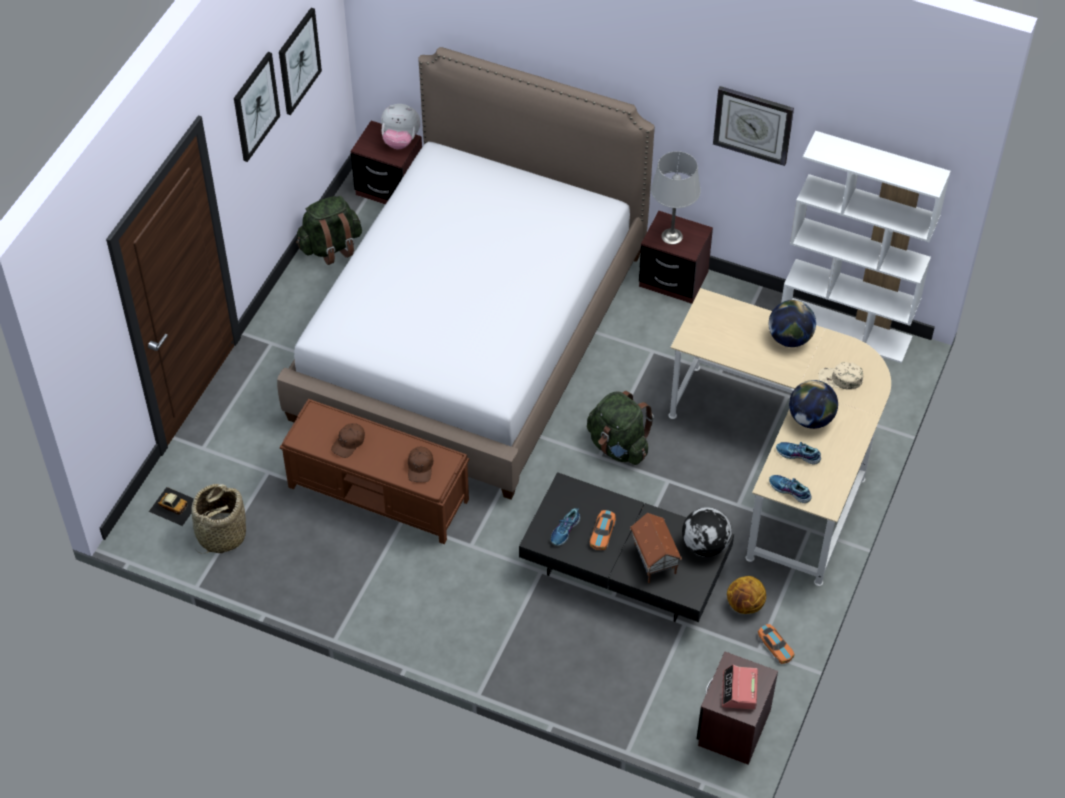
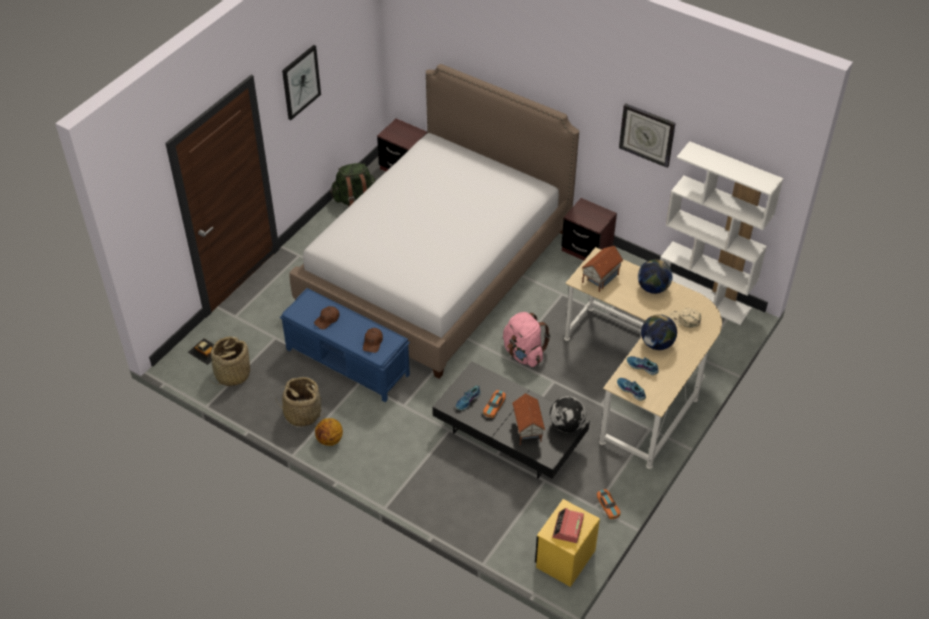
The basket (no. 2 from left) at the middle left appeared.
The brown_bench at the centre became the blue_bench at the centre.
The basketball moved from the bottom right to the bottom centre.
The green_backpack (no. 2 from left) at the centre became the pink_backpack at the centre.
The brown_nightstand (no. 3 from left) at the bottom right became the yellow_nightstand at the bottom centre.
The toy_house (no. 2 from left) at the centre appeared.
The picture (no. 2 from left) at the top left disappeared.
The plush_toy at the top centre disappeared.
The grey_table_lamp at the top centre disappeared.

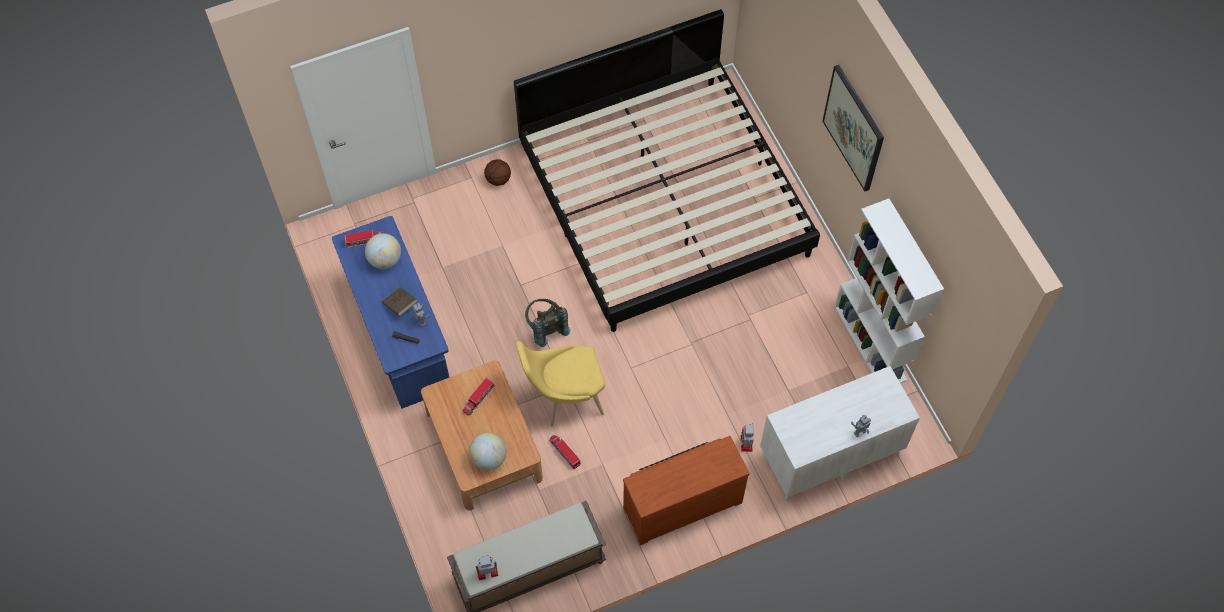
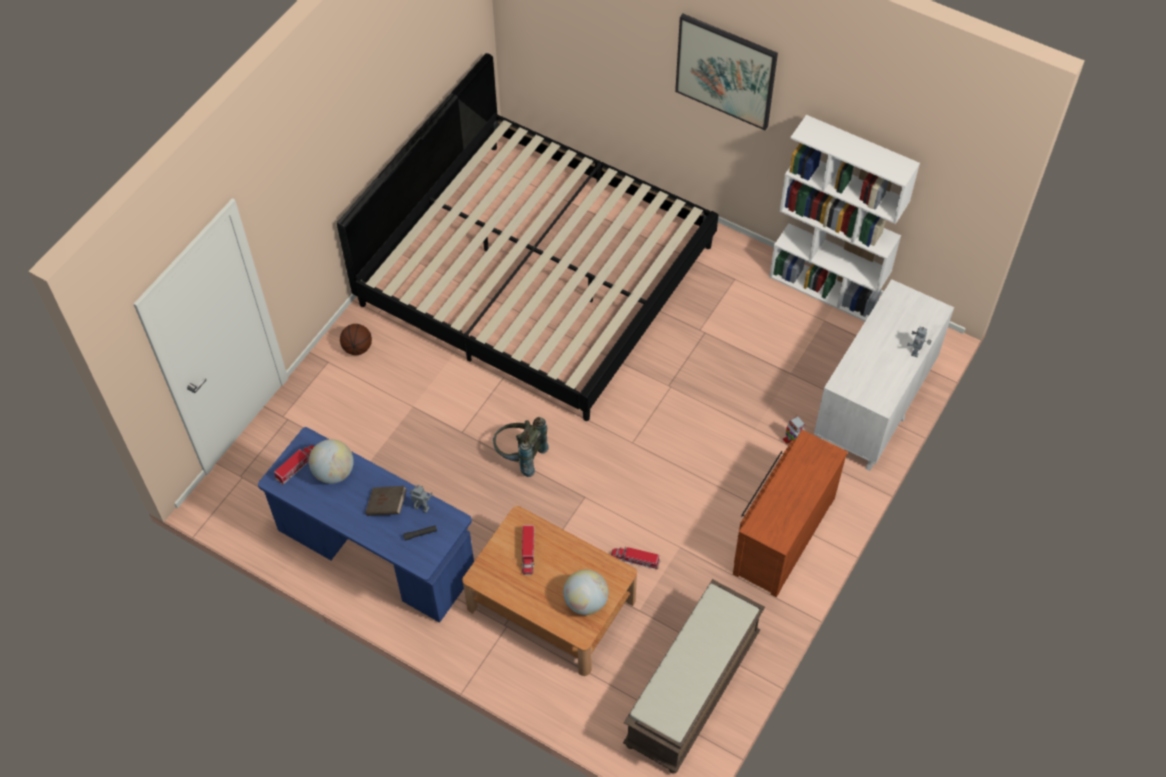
The toy_robot (no. 2 from left) at the bottom centre disappeared.
The yellow_chair at the centre disappeared.

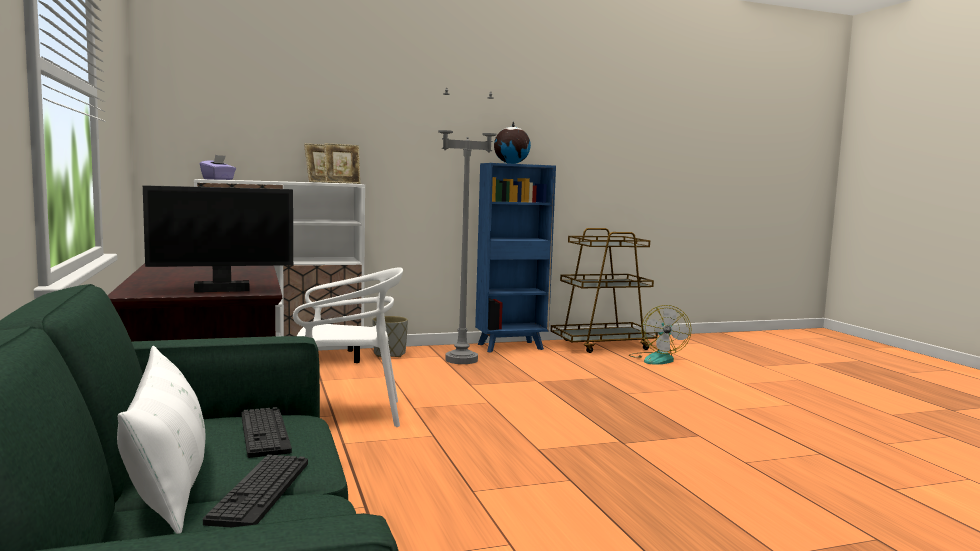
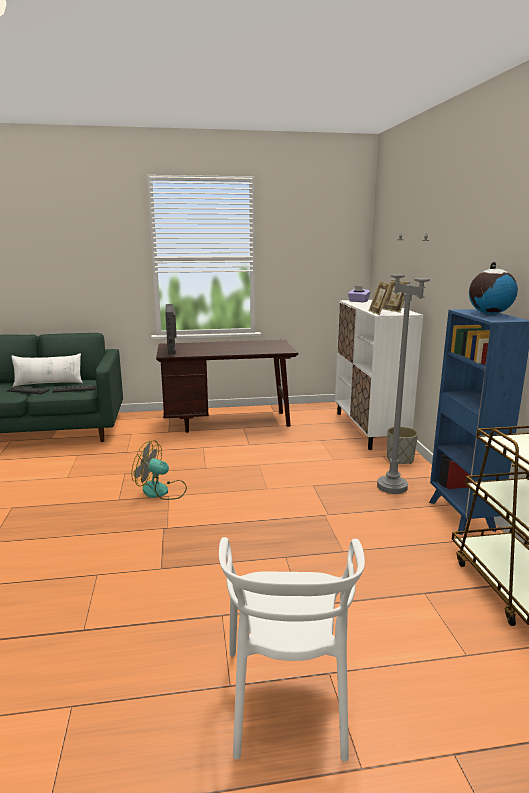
The fan moved from the middle right to the middle left.
The white_chair moved from the centre to the bottom centre.

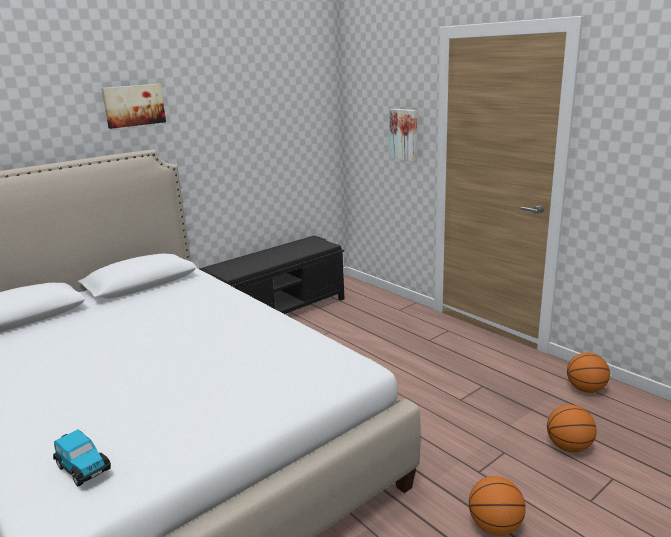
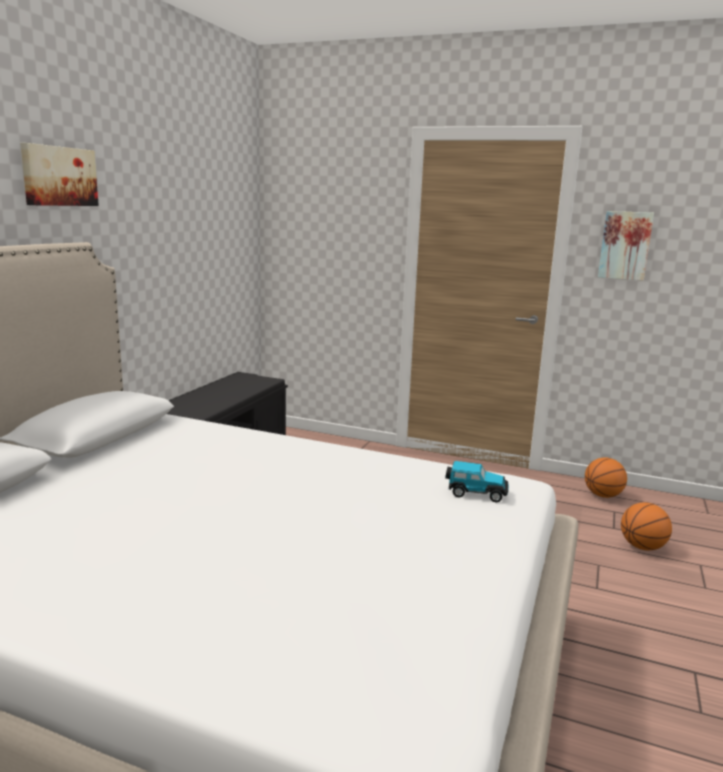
The toy_car moved from the bottom left to the centre.
The picture (no. 2 from left) moved from the top centre to the top right.
The basketball (no. 1 from left) at the bottom right disappeared.

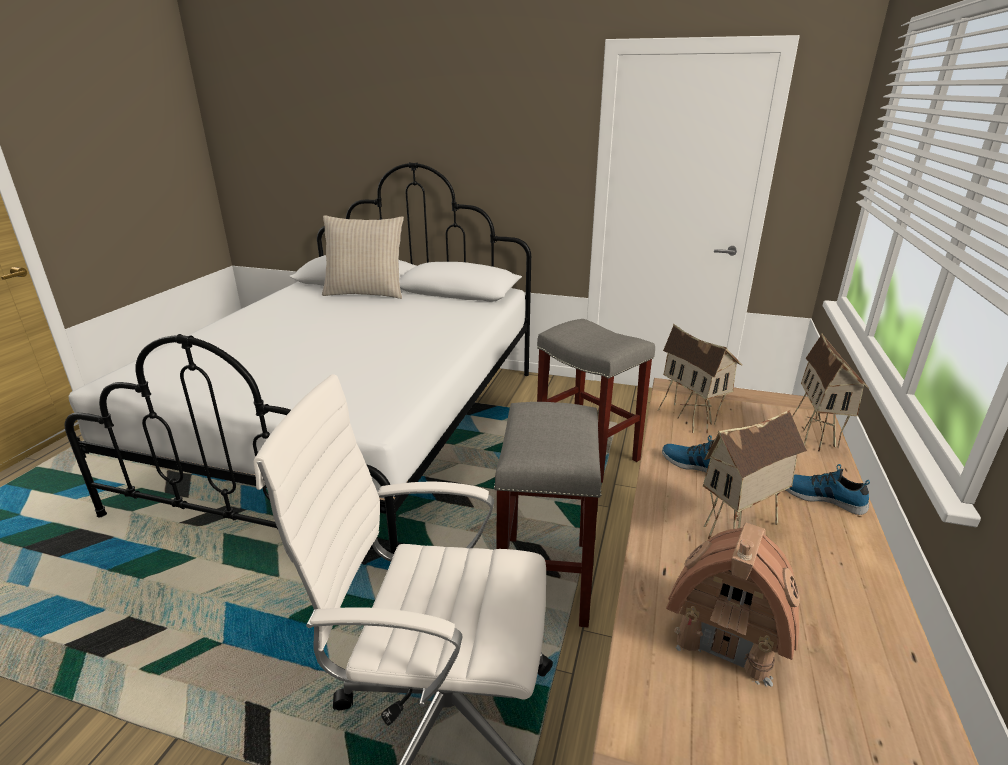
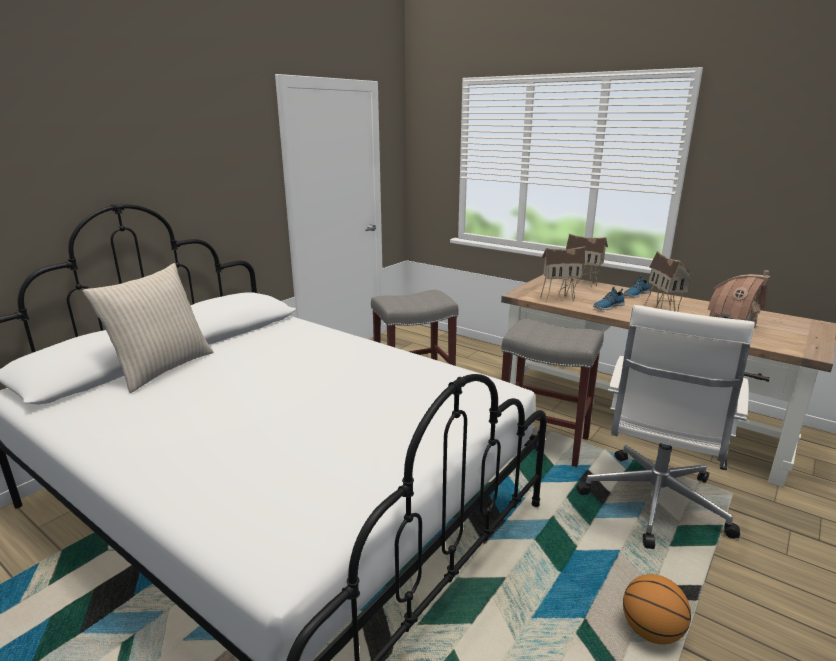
The basketball at the bottom right appeared.

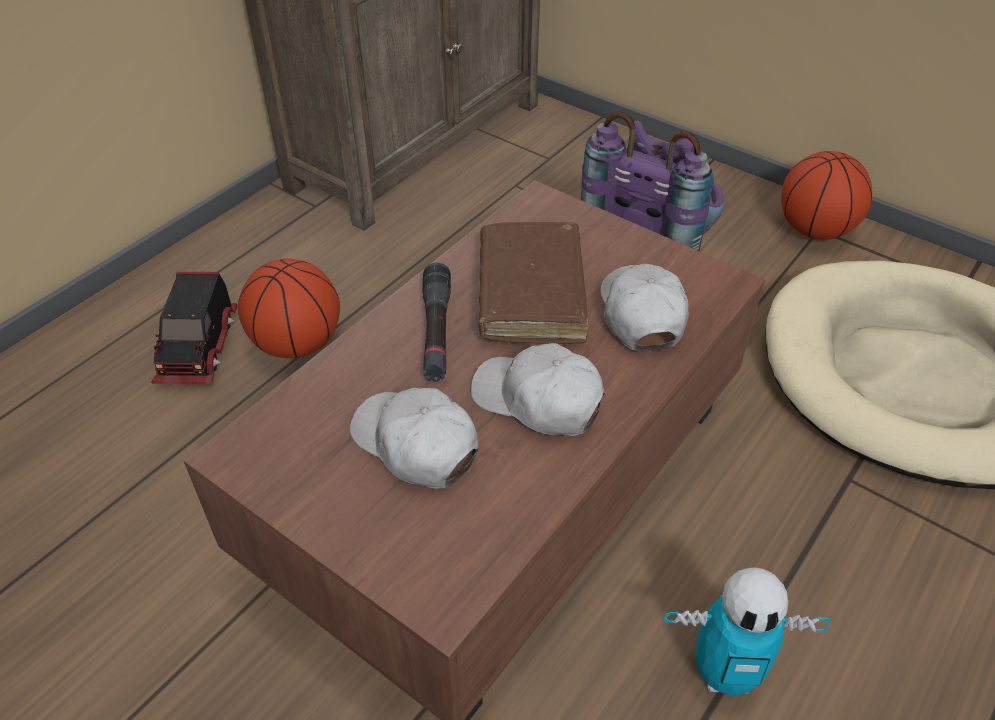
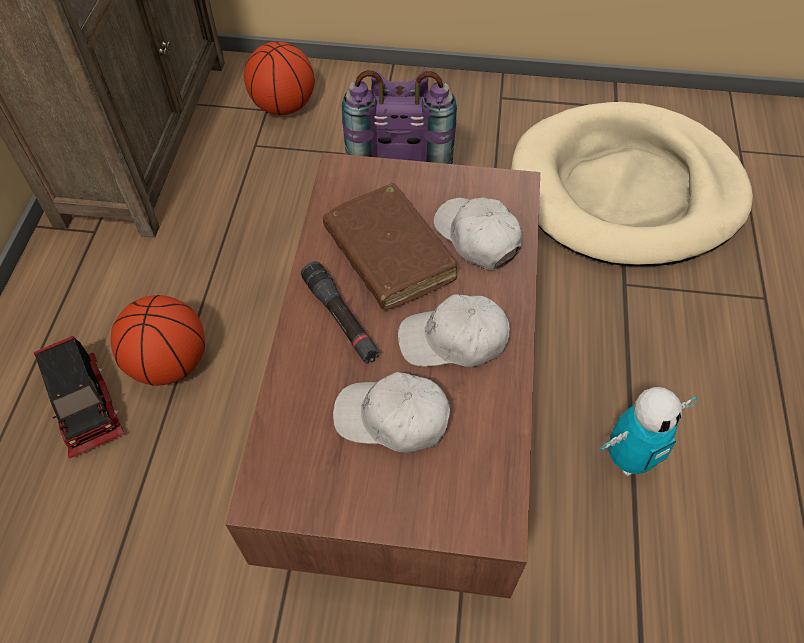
The basketball (no. 2 from left) moved from the top right to the top centre.

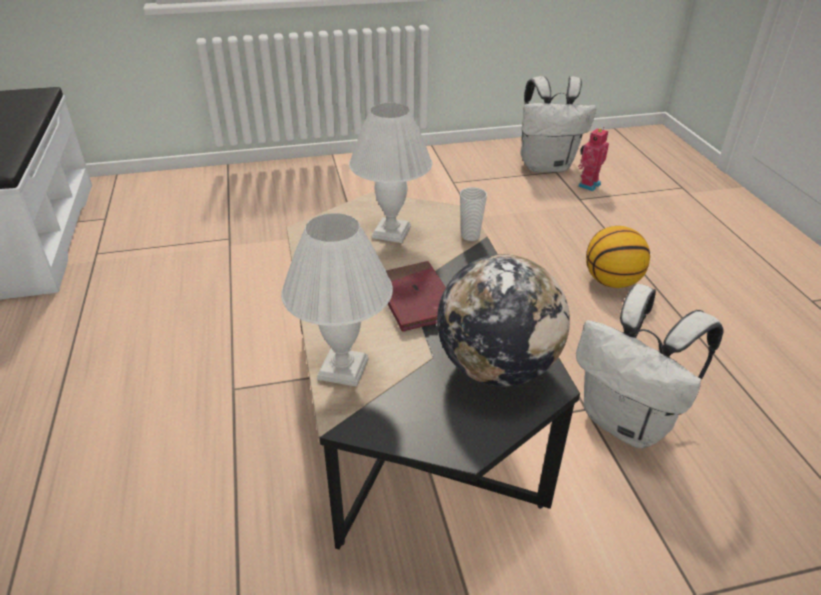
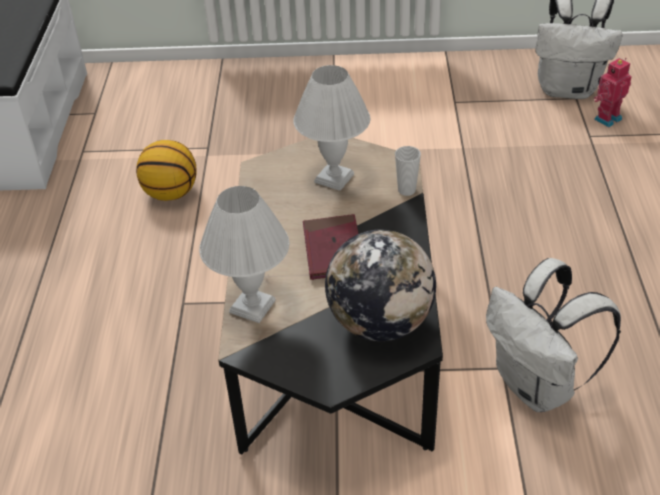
The basketball moved from the middle right to the middle left.

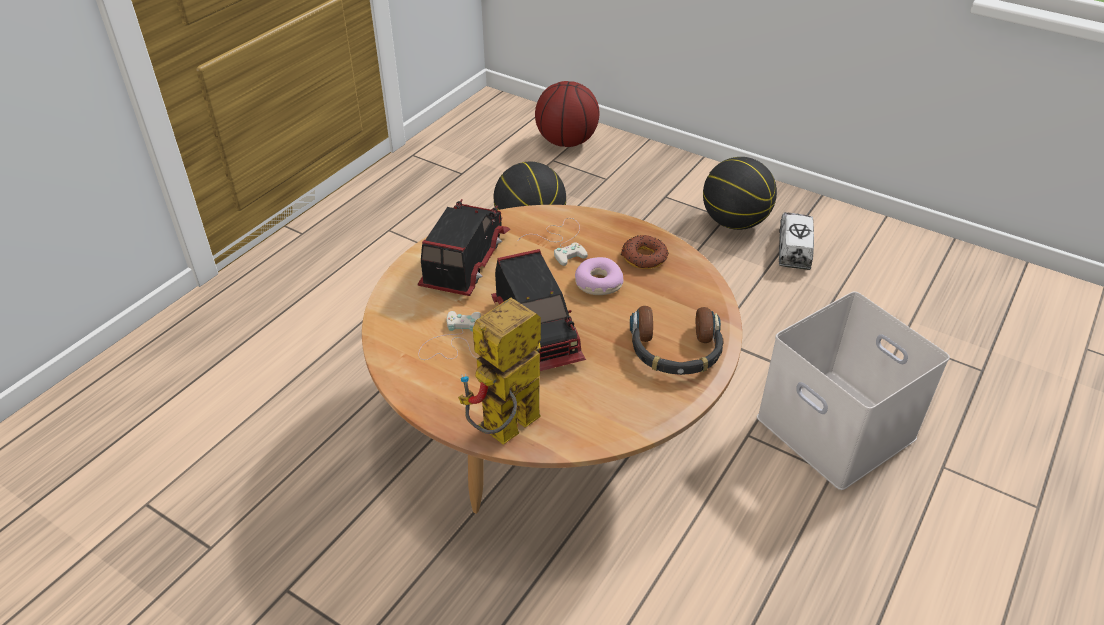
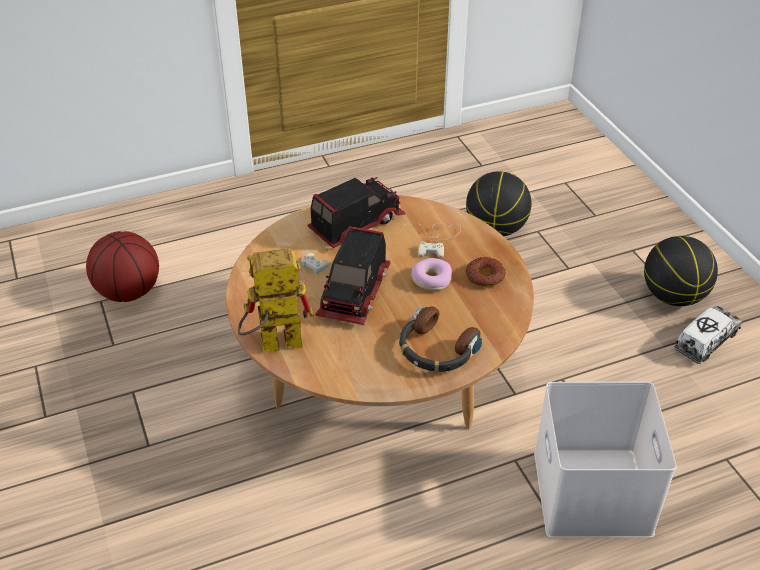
The basketball (no. 2 from left in the first image) moved from the top centre to the middle left.

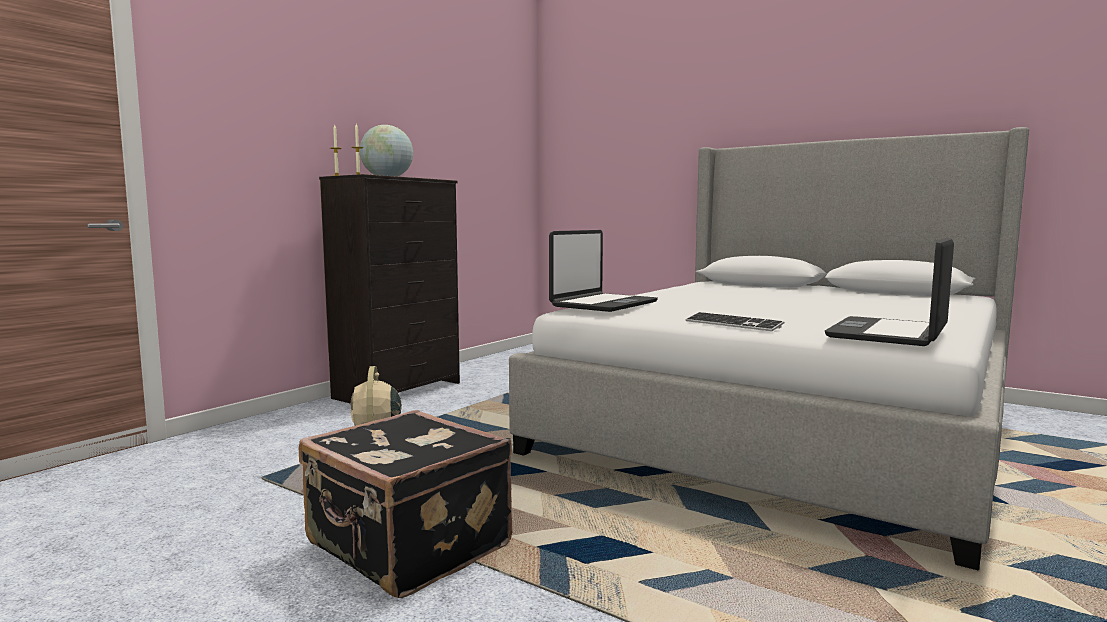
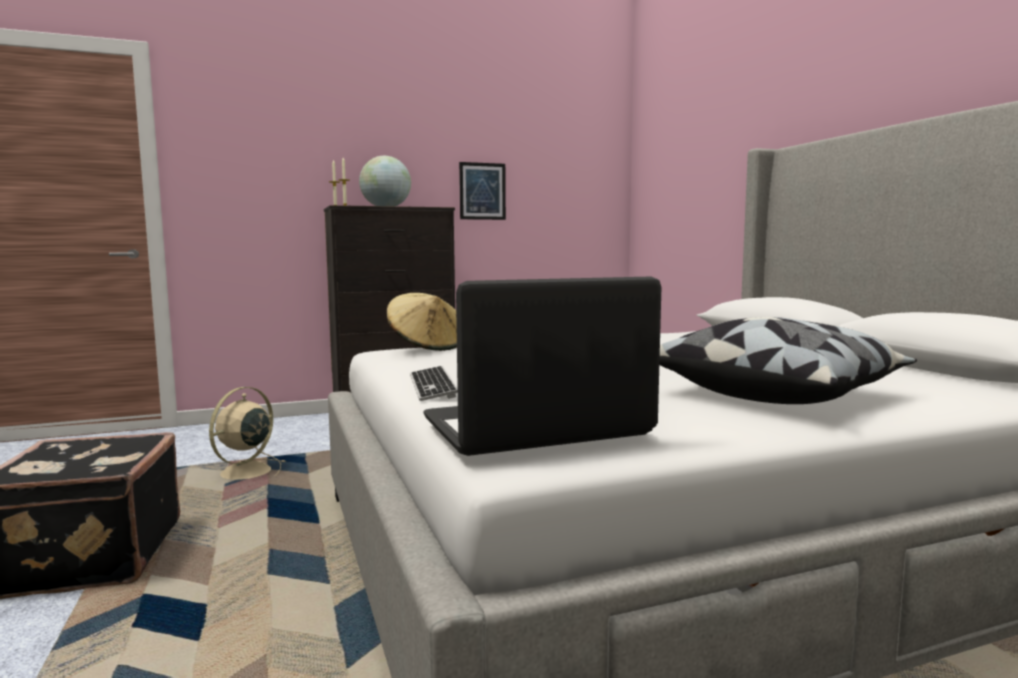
The laptop (no. 1 from left) at the centre was replaced by the beige_hat at the centre.
The picture at the top centre appeared.
The pillow at the middle right appeared.

